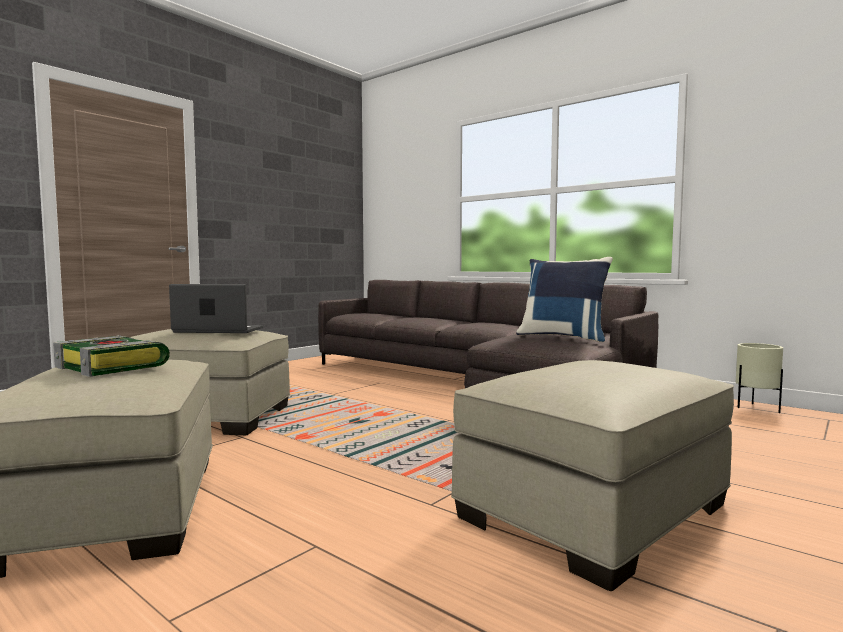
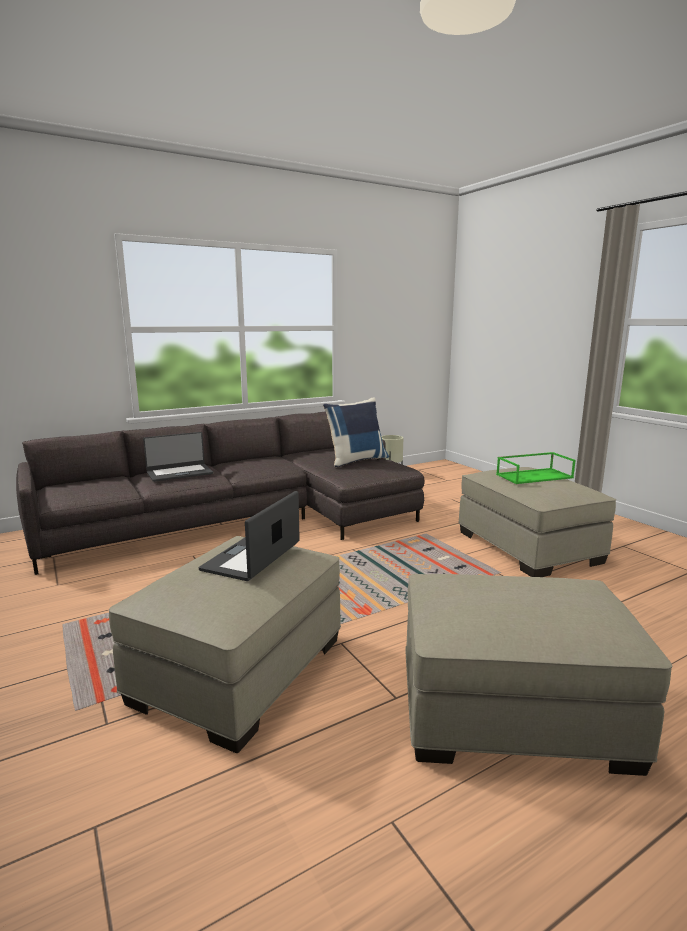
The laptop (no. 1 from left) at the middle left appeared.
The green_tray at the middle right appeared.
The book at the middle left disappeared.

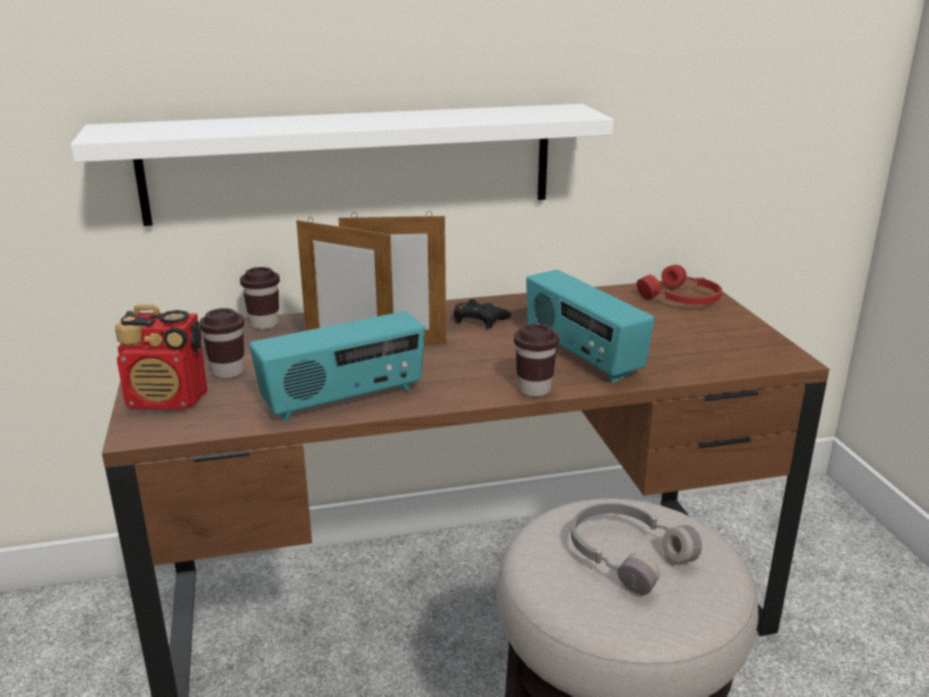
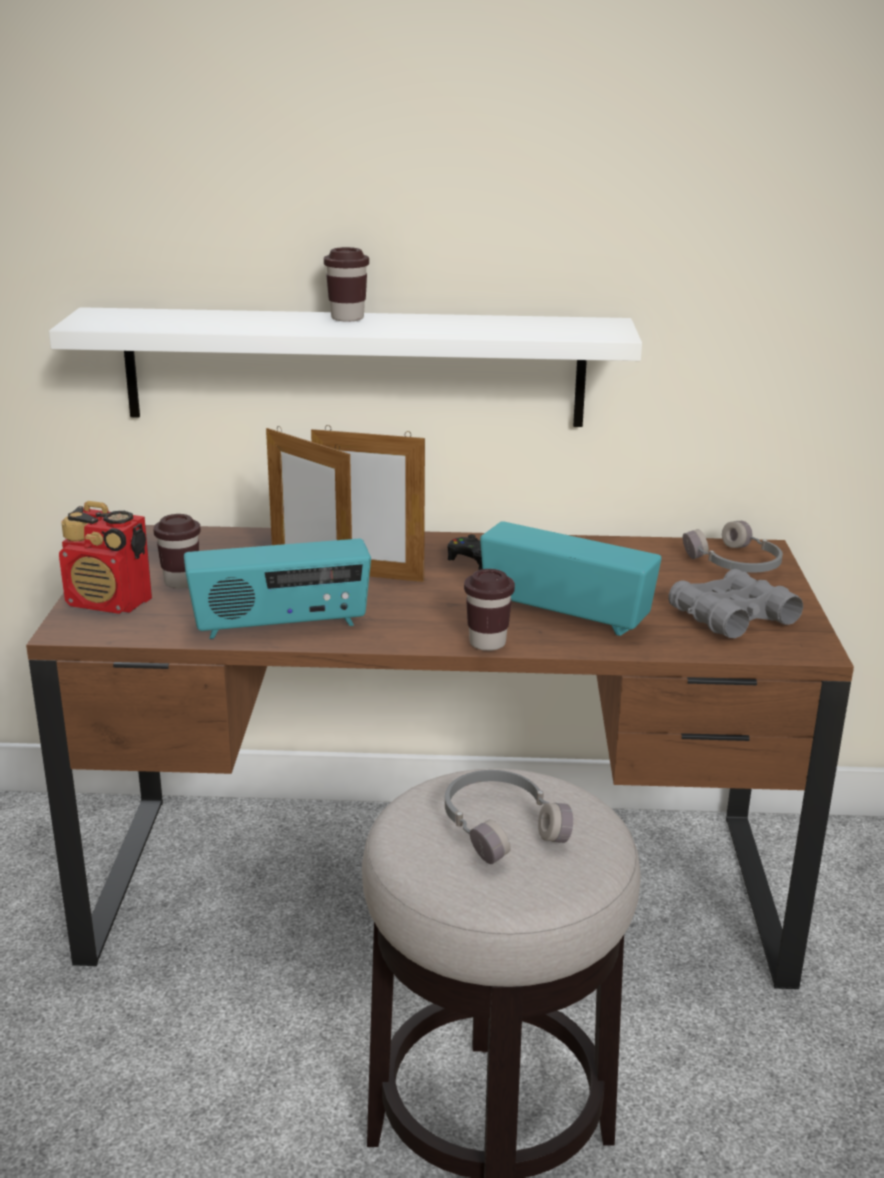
The brown_cup (no. 2 from left) moved from the middle left to the top centre.
The radio (no. 3 from left) at the centre turned 135 degrees clockwise.
The grey_binoculars at the middle right appeared.
The red_headphones at the middle right became the grey_headphones (no. 2 from left) at the middle right.

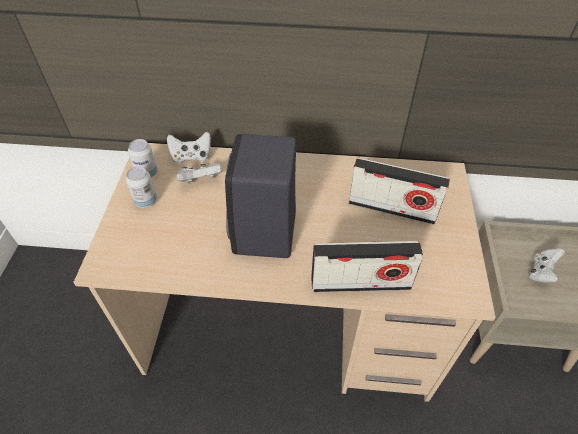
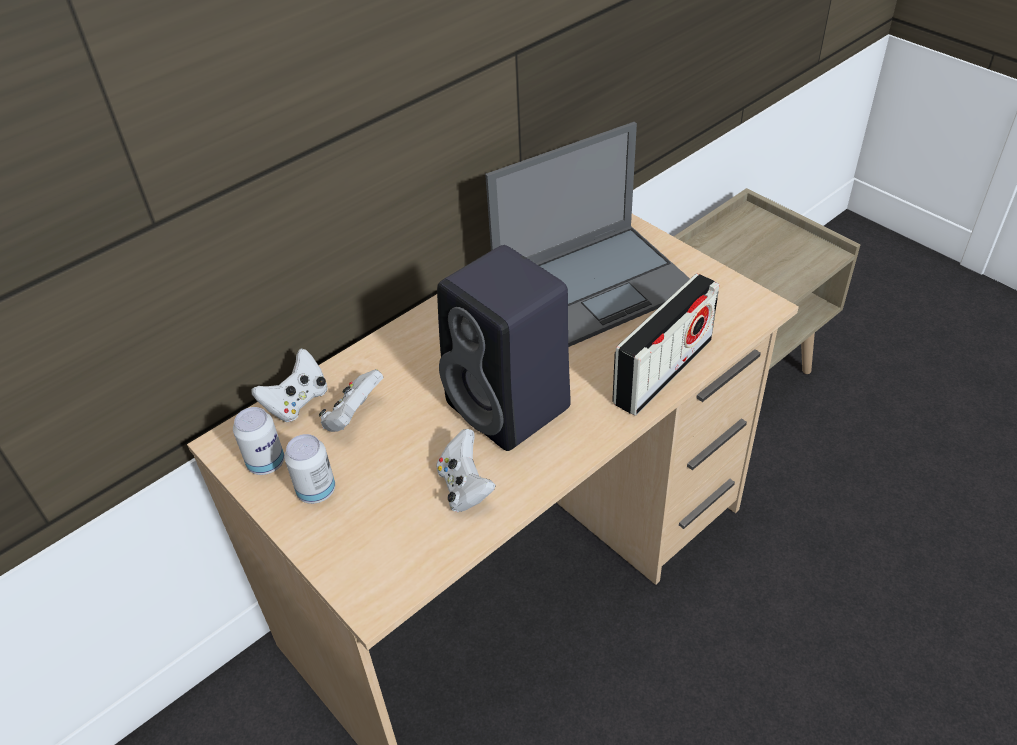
The white_game_controller (no. 3 from left) moved from the middle right to the centre.
The radio (no. 2 from left) at the middle right was replaced by the laptop at the top centre.

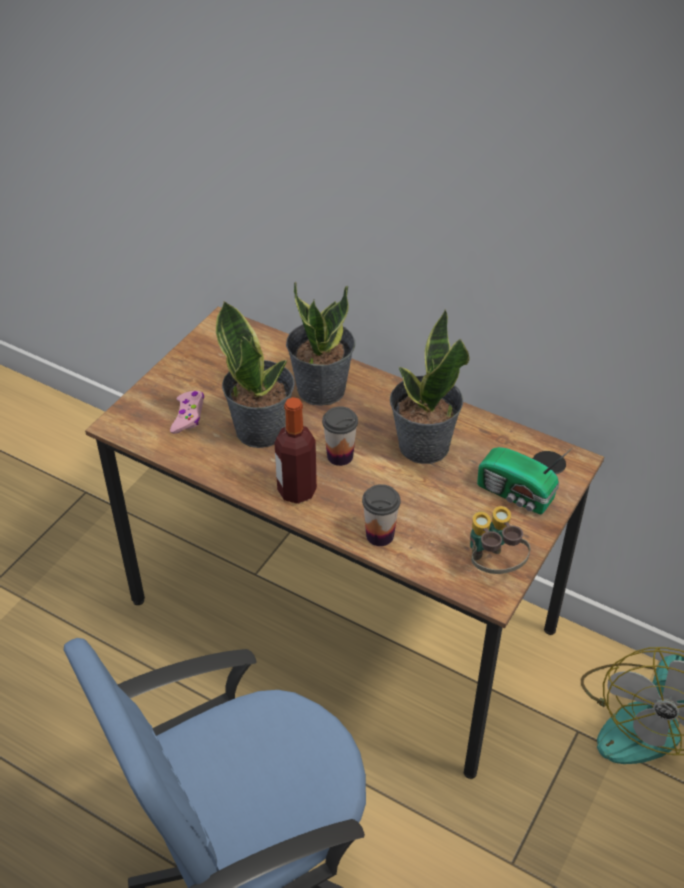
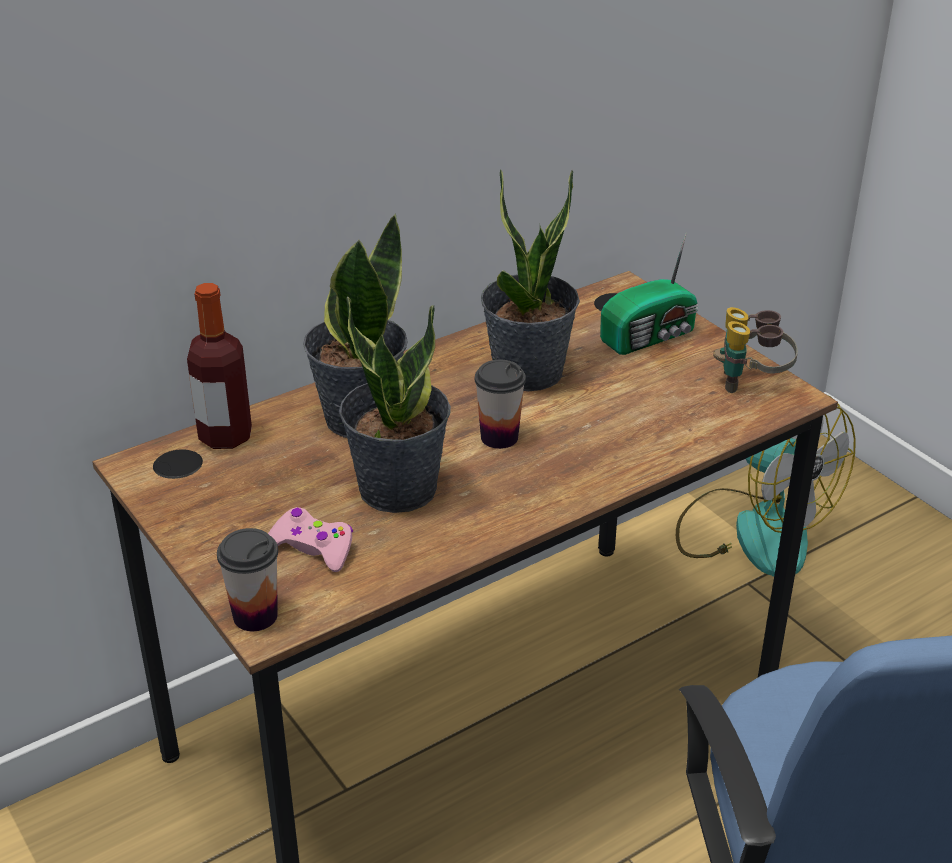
The bottle moved from the centre to the middle left.
The cup (no. 2 from left in the first image) moved from the centre to the bottom left.

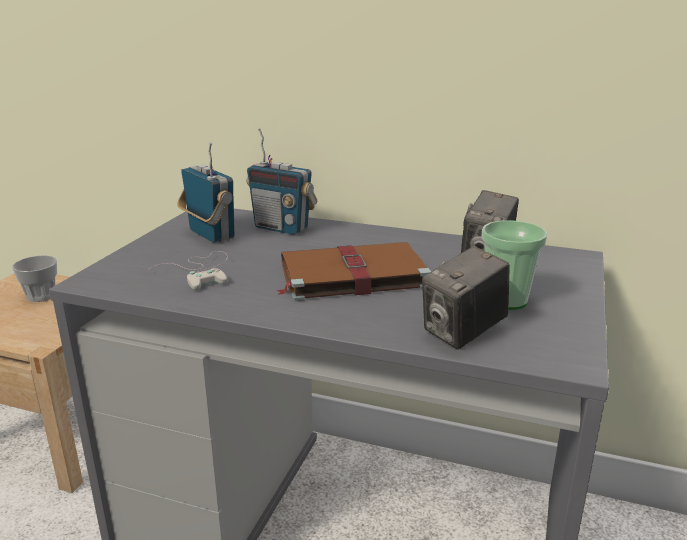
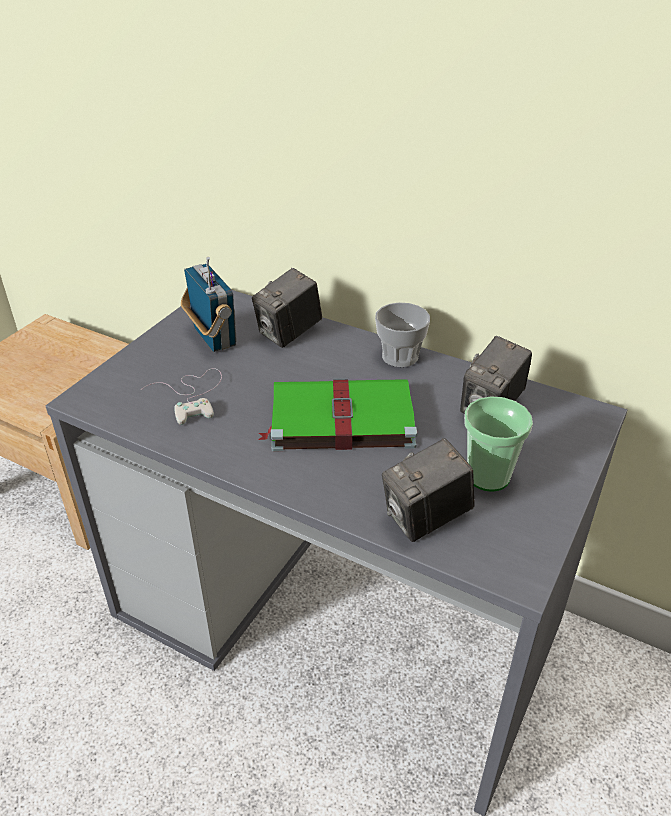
The radio (no. 2 from left) at the centre was replaced by the photo_camera (no. 1 from left) at the centre.
The brown_book at the centre became the green_book at the centre.
The cup (no. 1 from left) moved from the middle left to the centre.

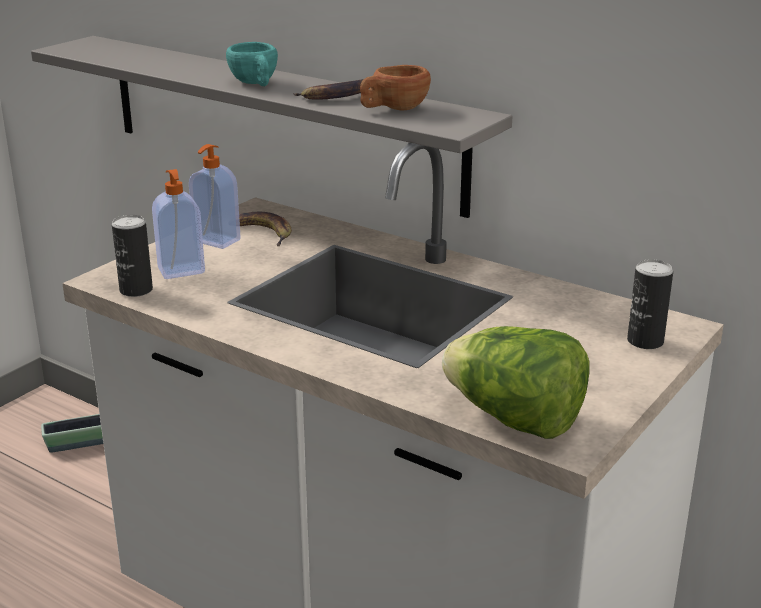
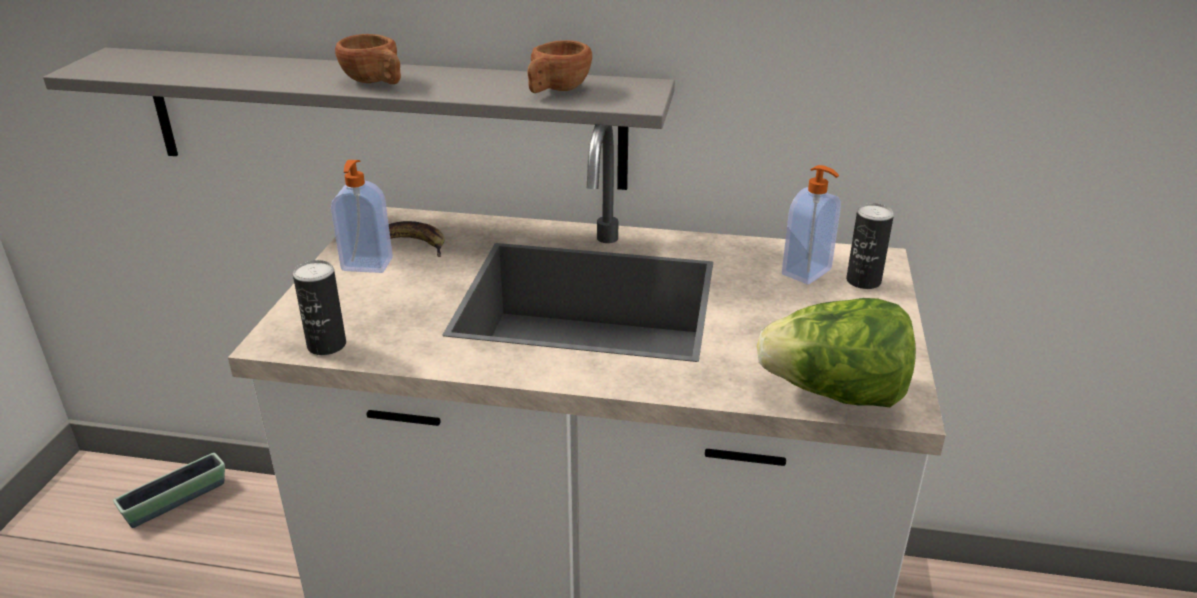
The turquoise_cup at the top left became the brown_cup (no. 1 from left) at the top left.
The soap_dispenser (no. 1 from left in the first image) moved from the middle left to the middle right.
The banana (no. 2 from left) at the top centre disappeared.

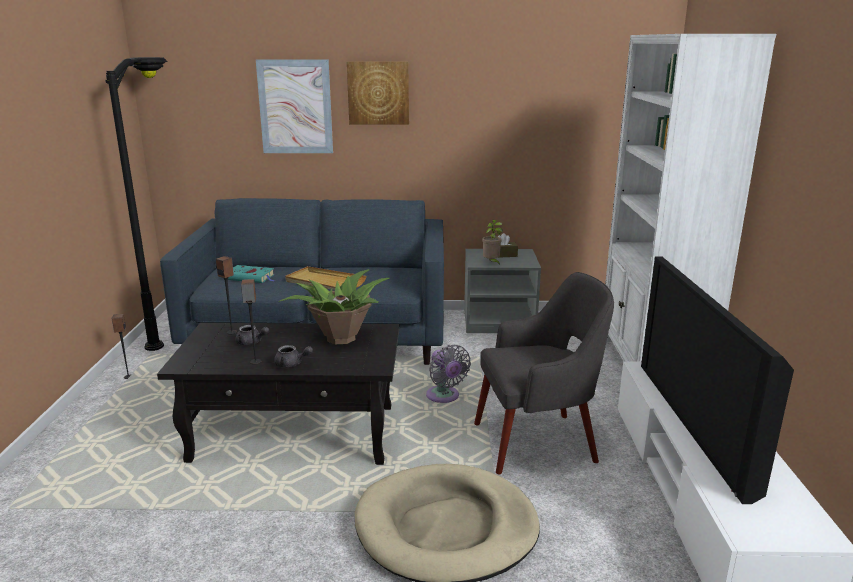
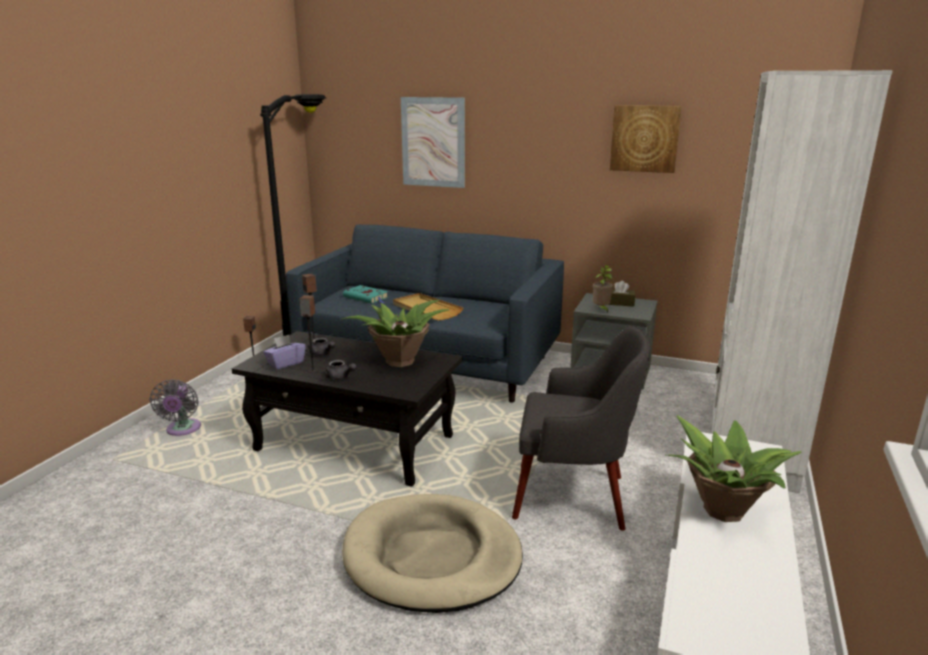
The grey_fan moved from the centre to the middle left.
The purple_tissue_box at the middle left appeared.
The picture (no. 2 from left) moved from the top centre to the top right.
The television at the middle right was replaced by the potted_plant (no. 3 from left) at the bottom right.

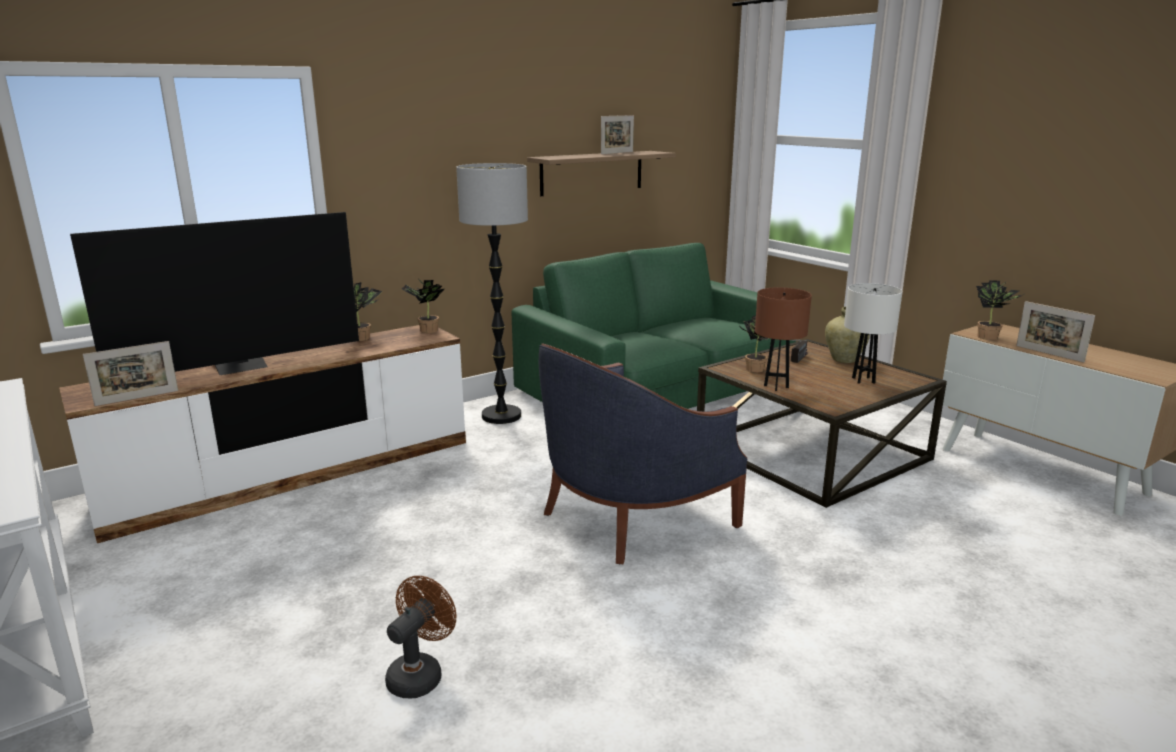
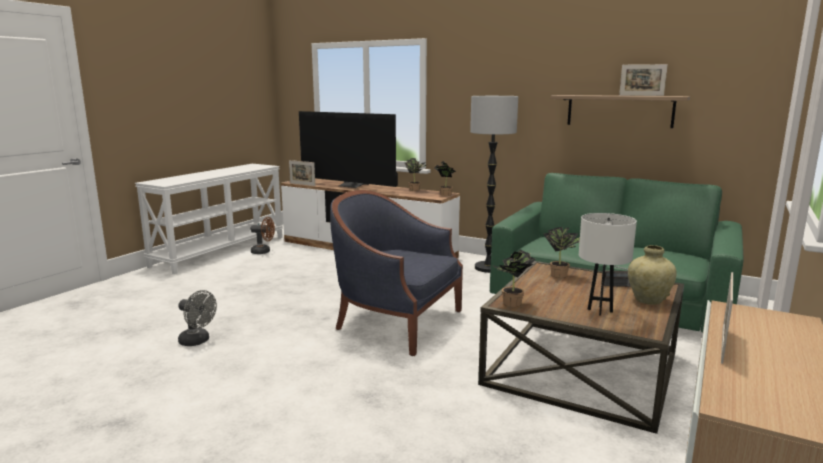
The grey_fan at the bottom left appeared.
The brown_fan moved from the bottom centre to the middle left.
The potted_plant (no. 4 from left in the first image) moved from the middle right to the centre.
The brown_table_lamp at the centre disappeared.

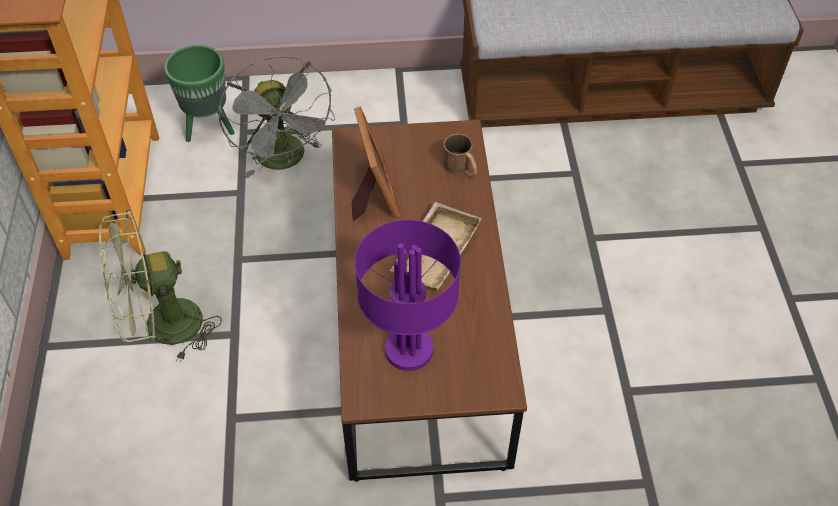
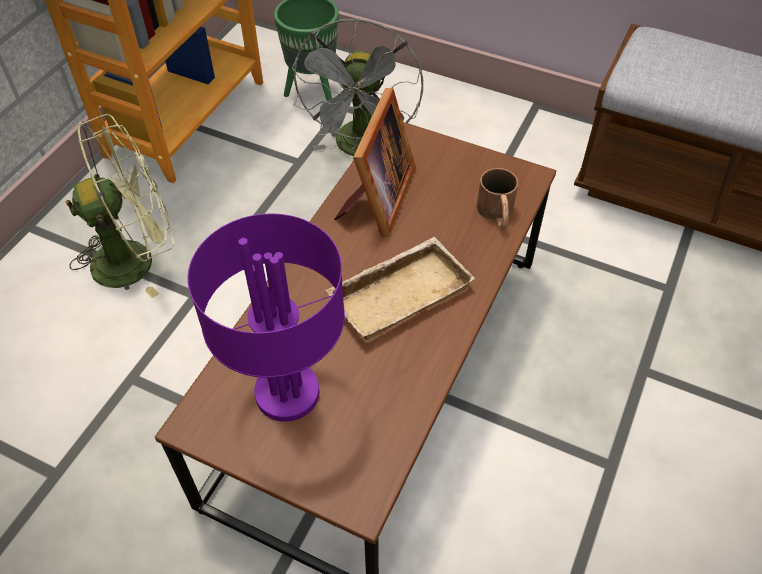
The green_fan at the middle left turned 150 degrees clockwise.

